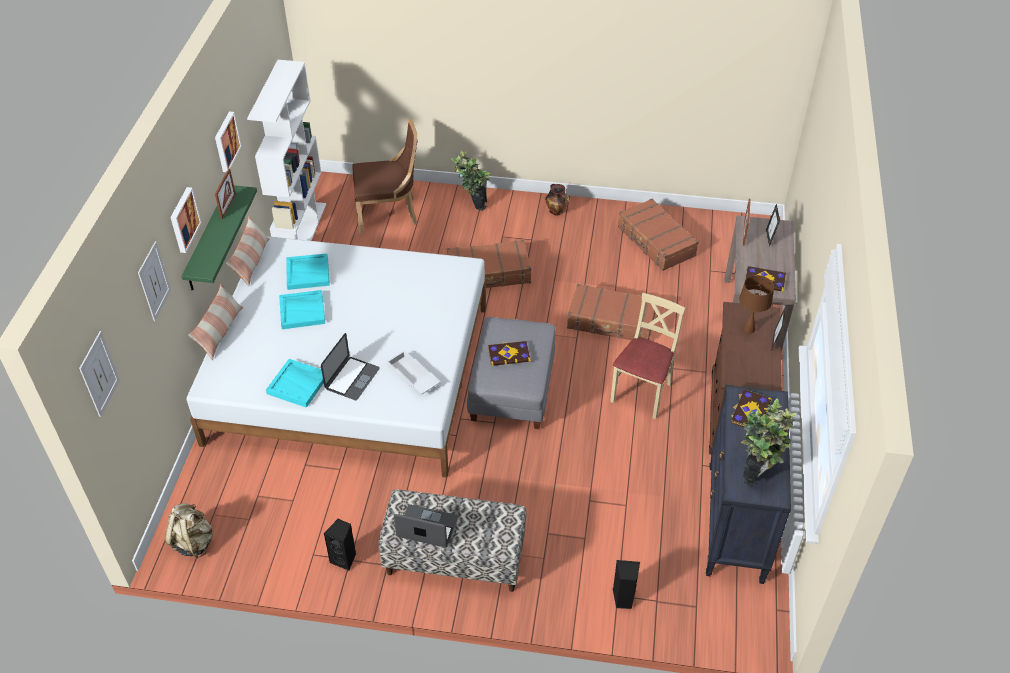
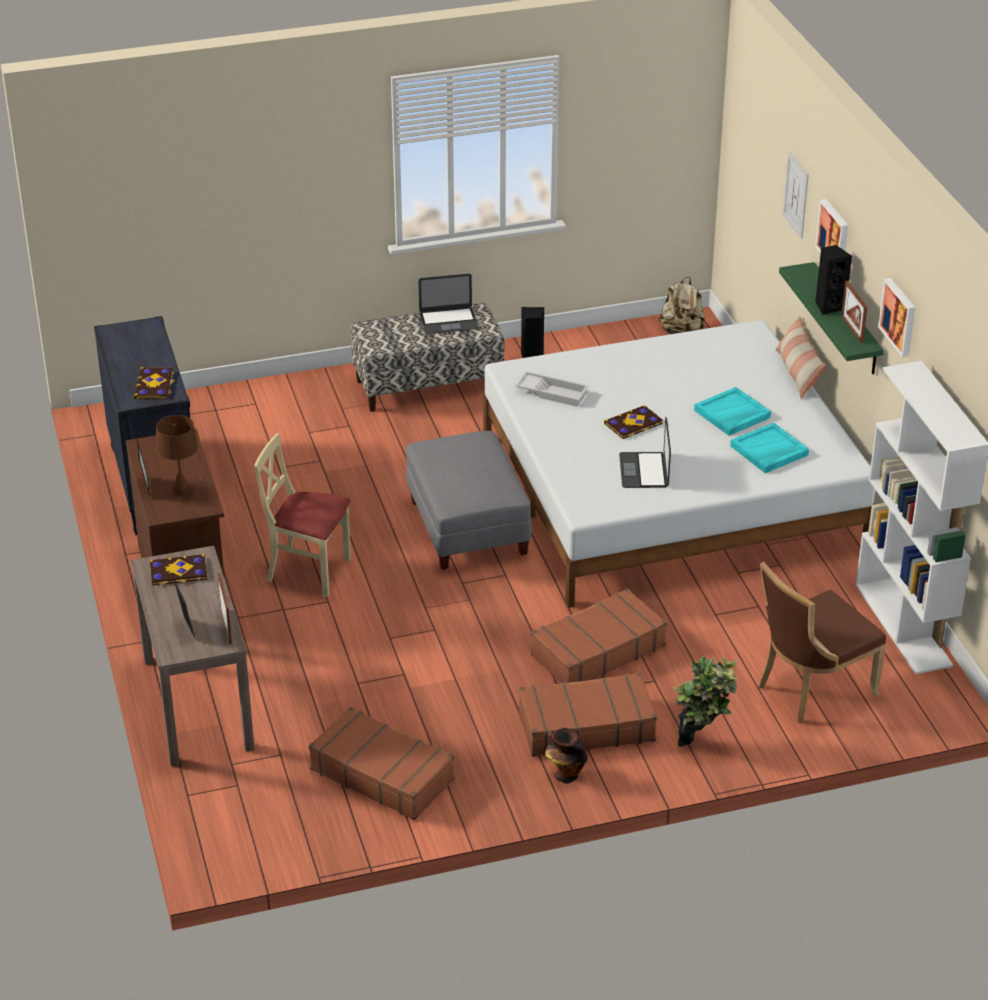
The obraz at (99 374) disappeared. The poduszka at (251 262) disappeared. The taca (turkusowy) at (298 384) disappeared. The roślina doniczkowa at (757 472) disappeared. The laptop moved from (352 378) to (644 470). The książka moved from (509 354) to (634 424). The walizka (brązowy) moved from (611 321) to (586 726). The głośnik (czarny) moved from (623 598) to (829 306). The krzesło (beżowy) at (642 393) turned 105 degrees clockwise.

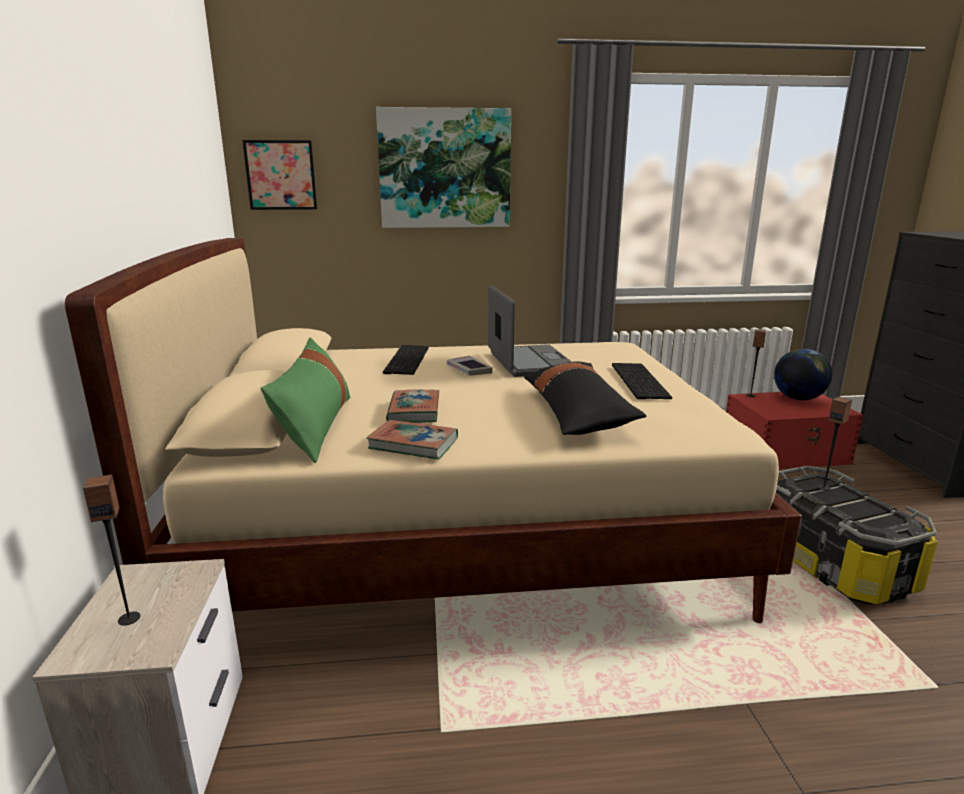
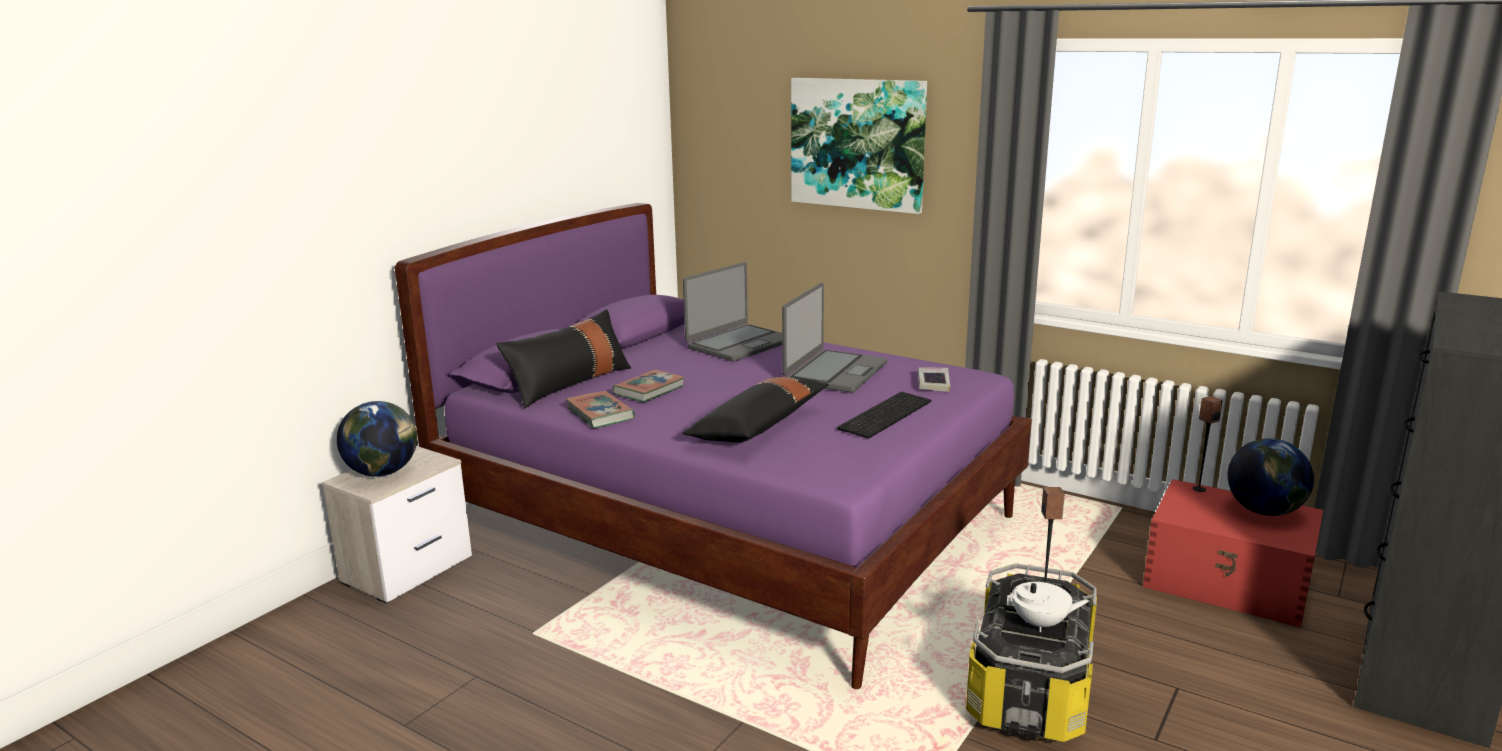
The obraz at (281 175) disappeared. The imbryk (biały) at (1040 623) appeared. The książka moved from (469 370) to (933 383). The głośnik at (129 618) was replaced by the globus at (383 472). The klawiatura at (405 359) was replaced by the laptop at (739 344). The łóżko (beżowy) at (460 530) became the łóżko (fioletowy) at (730 525). The poduszka (zielony) at (315 426) became the poduszka (czarny) at (570 384).

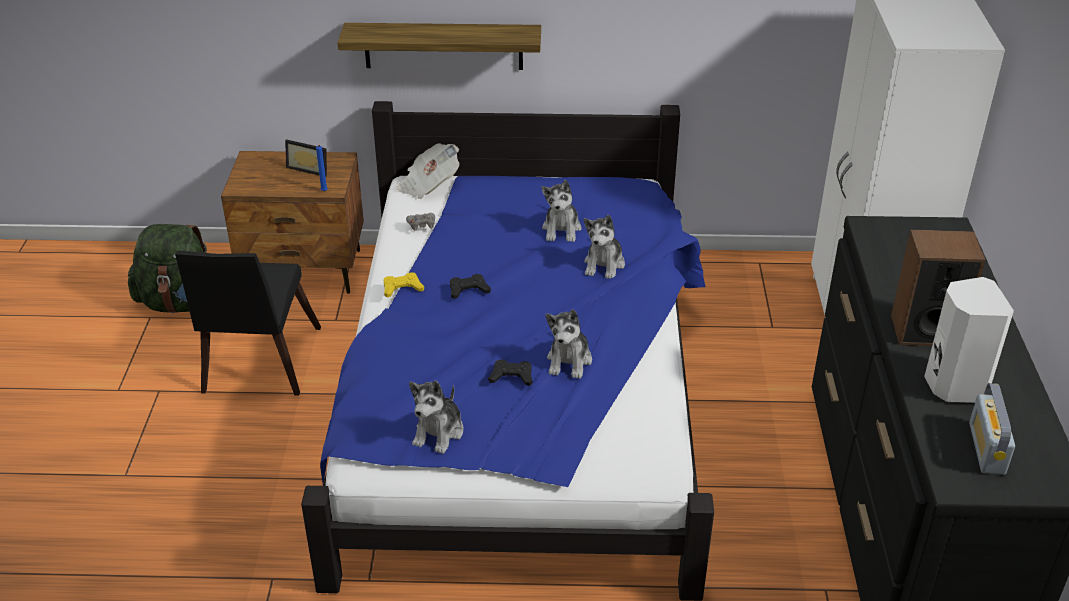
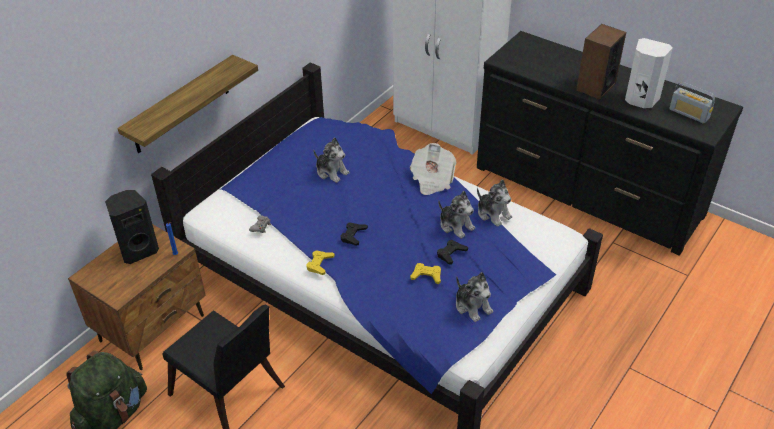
The pad do gier (żółty) at (426 275) appeared. The gazeta moved from (429 185) to (432 179). The pluszak moved from (604 264) to (493 214). The ramka na zdjęcie at (310 168) was replaced by the głośnik (czarny) at (138 250).

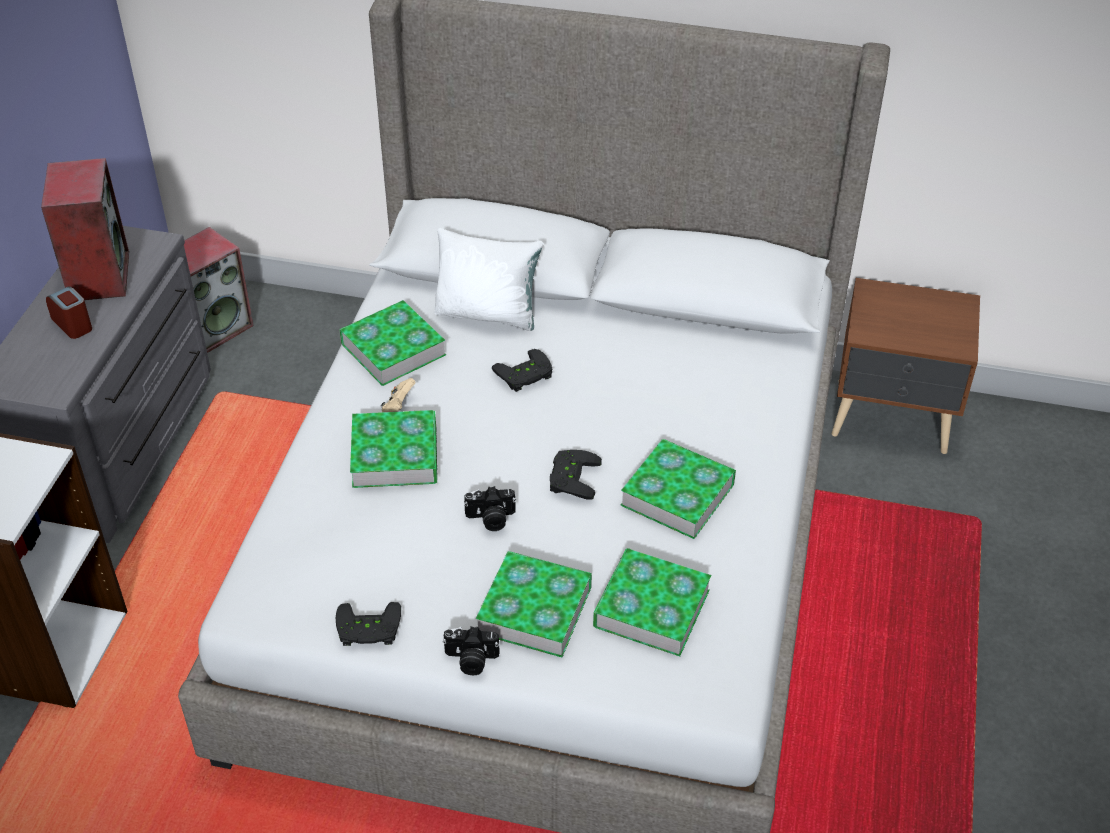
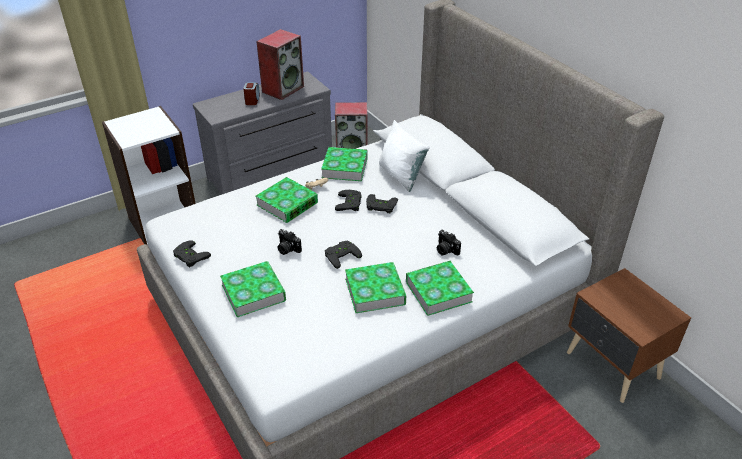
The pad do gier (czarny) at (350 203) appeared. The aparat fotograficzny moved from (471 660) to (445 250). The książka moved from (651 608) to (438 292).

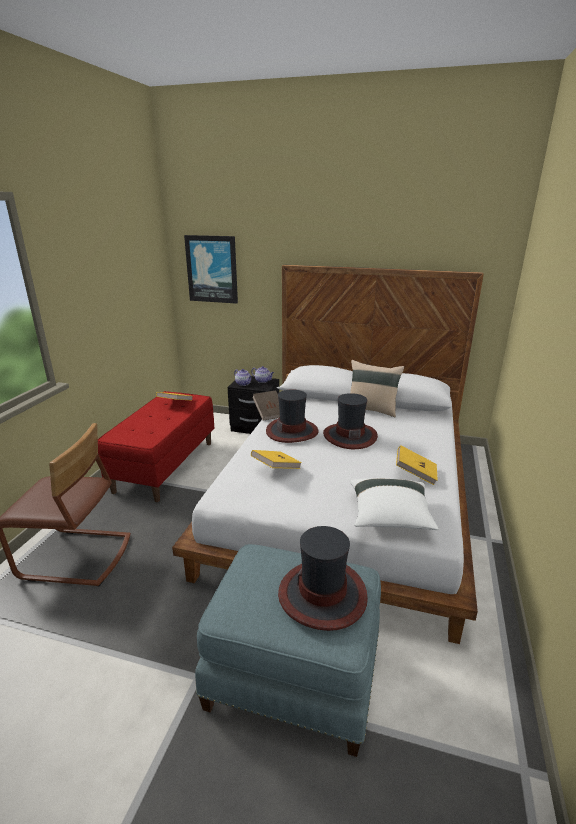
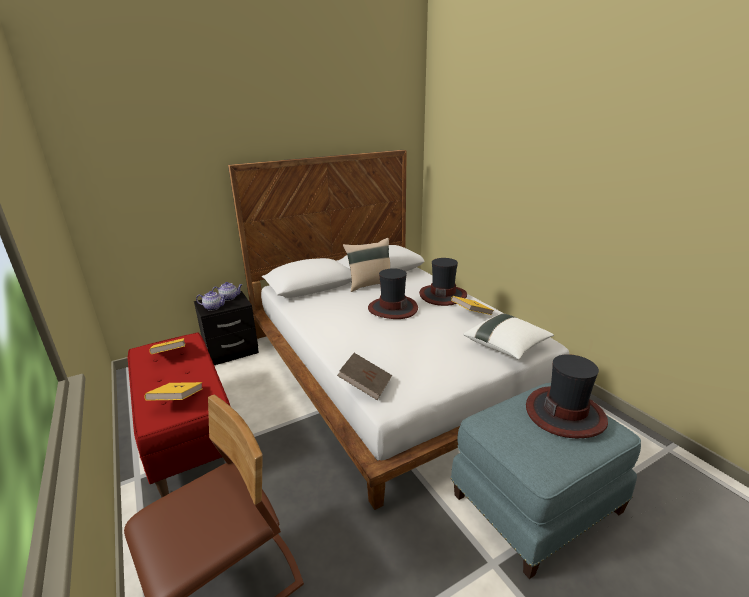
The obraz at (212 269) disappeared. The książka (żółty) moved from (276 469) to (177 401). The książka (brązowy) moved from (270 413) to (365 385). The kapelusz moved from (292 431) to (442 295).

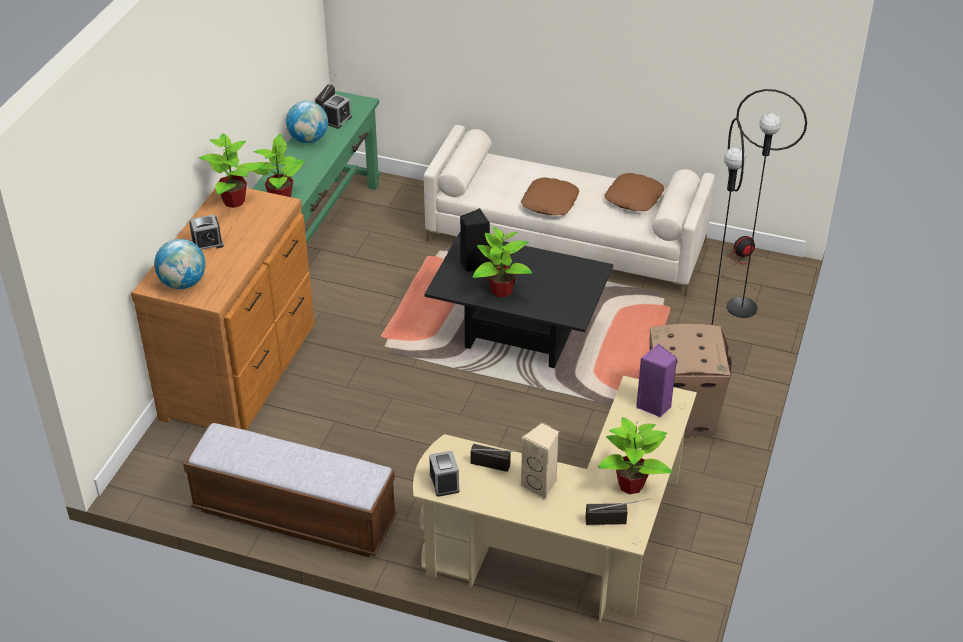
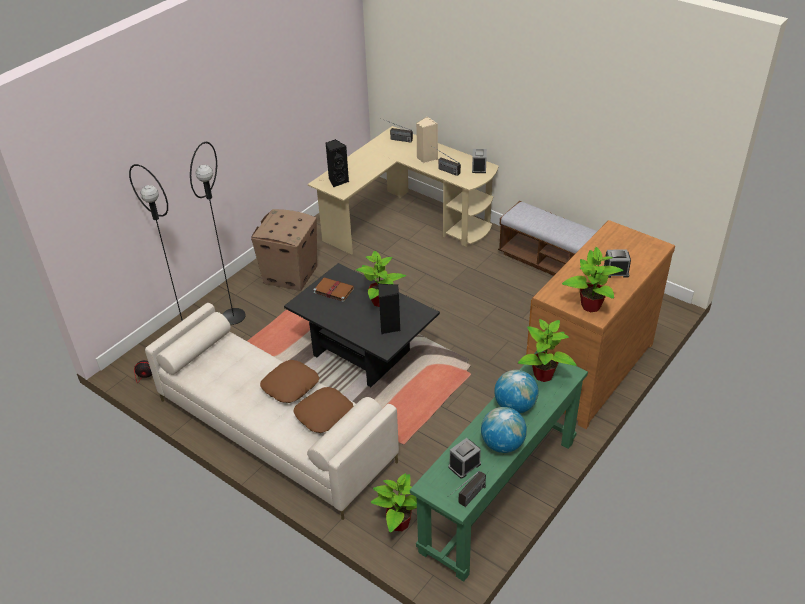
The książka (brązowy) at (333 290) appeared. The globus moved from (183 283) to (515 406). The roślina doniczkowa moved from (631 484) to (398 523). The poduszka (brązowy) moved from (634 198) to (324 414). The głośnik (fioletowy) at (654 406) became the głośnik (czarny) at (338 181).

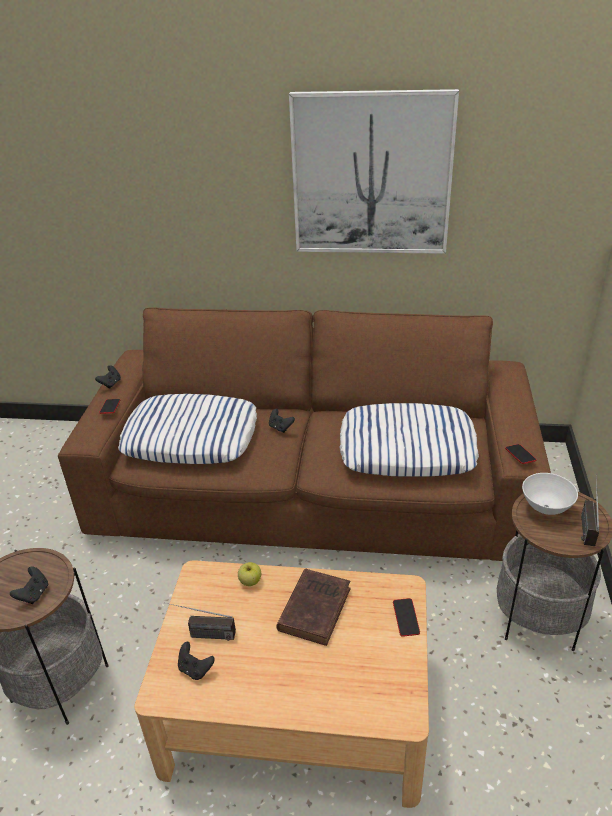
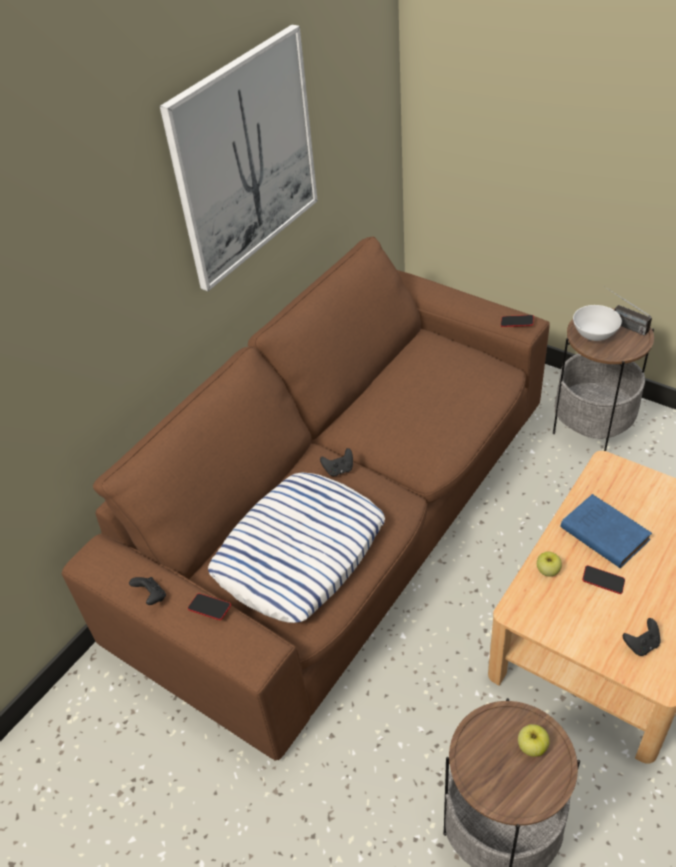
The radio at (201 634) disappeared. The poduszka at (407 448) disappeared. The telefon moved from (406 619) to (603 581). The pad do gier (czarny) at (34 594) was replaced by the jabłko at (532 746). The książka (brązowy) at (315 607) became the książka (niebieski) at (602 533).

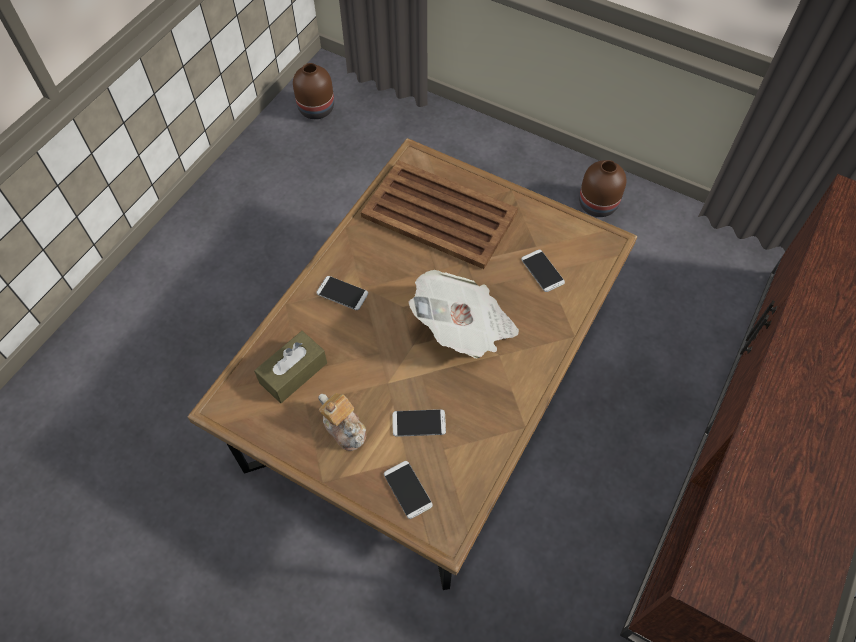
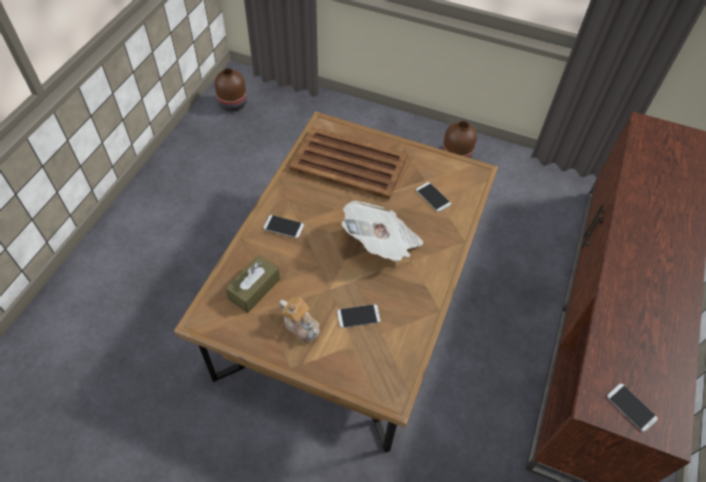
The telefon moved from (408 489) to (631 407).

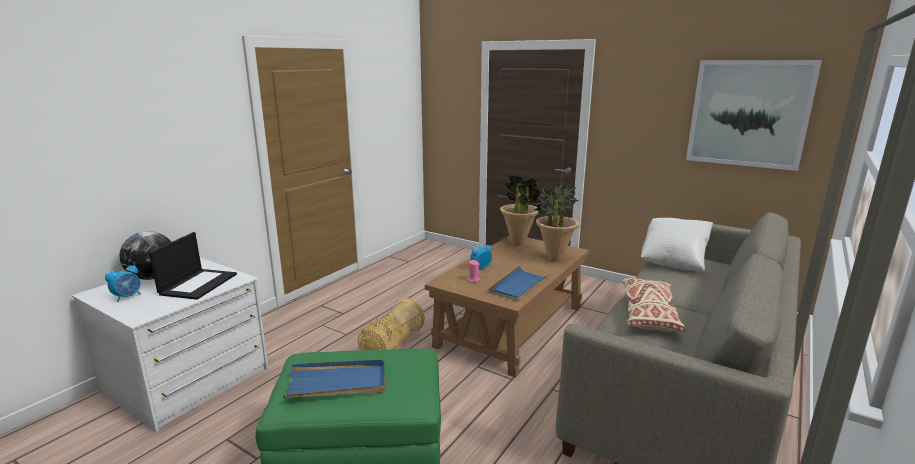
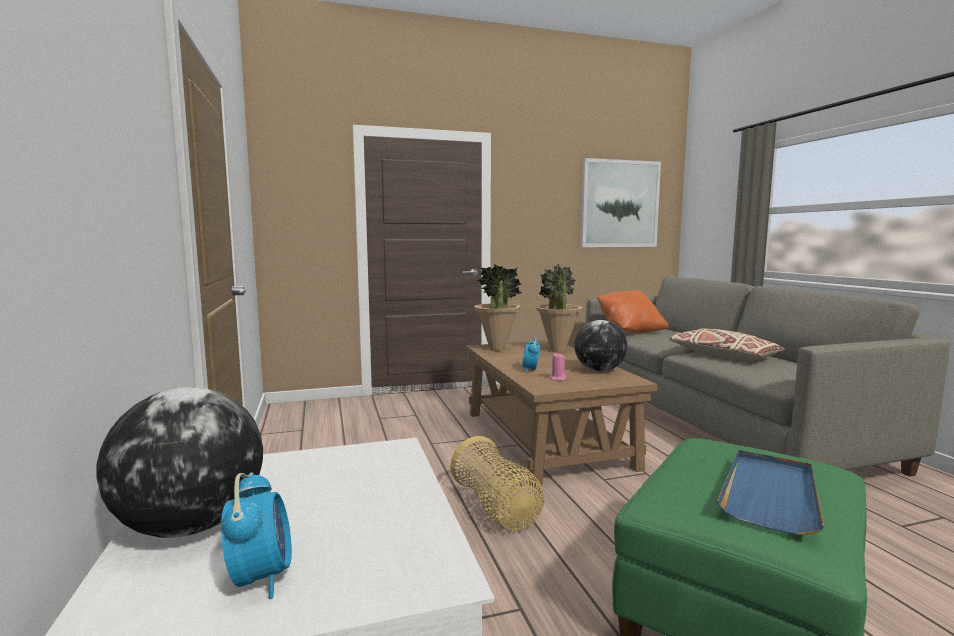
The laptop at (198 284) disappeared. The taca (niebieski) at (519 285) was replaced by the globus at (599 370). The poduszka (biały) at (673 262) became the poduszka (pomarańczowy) at (630 331).

